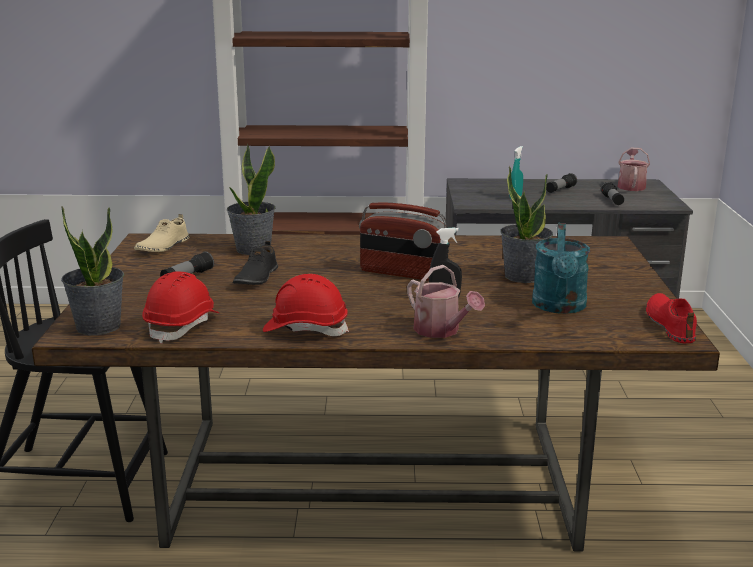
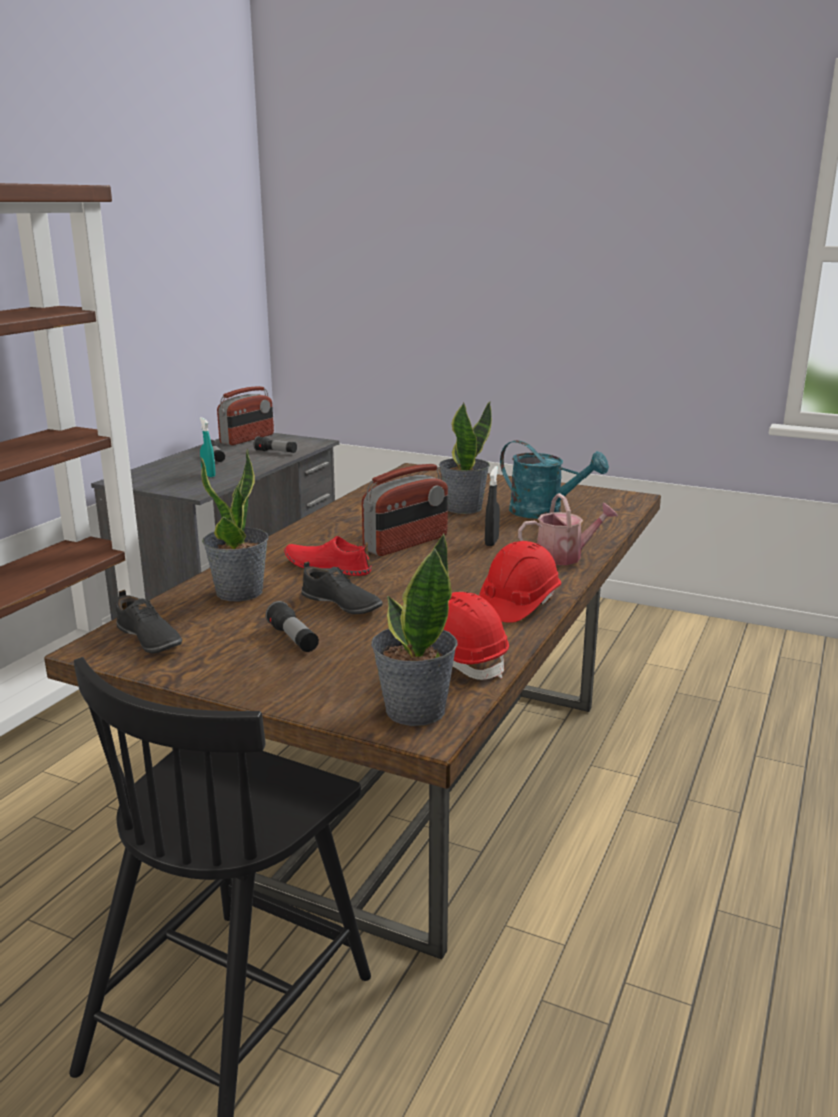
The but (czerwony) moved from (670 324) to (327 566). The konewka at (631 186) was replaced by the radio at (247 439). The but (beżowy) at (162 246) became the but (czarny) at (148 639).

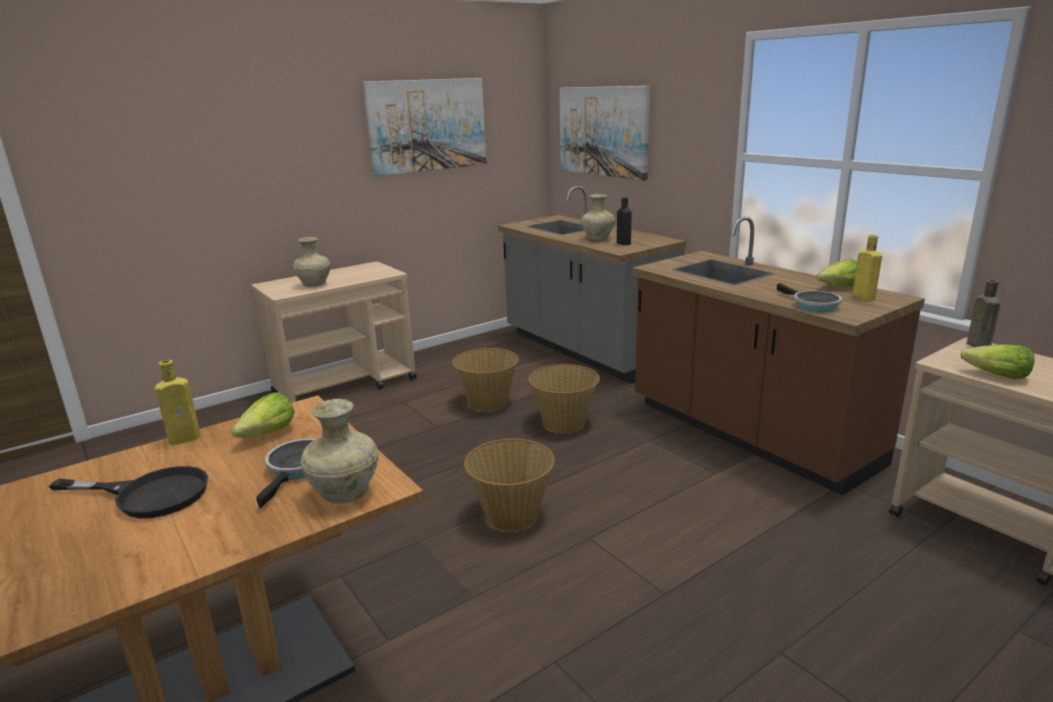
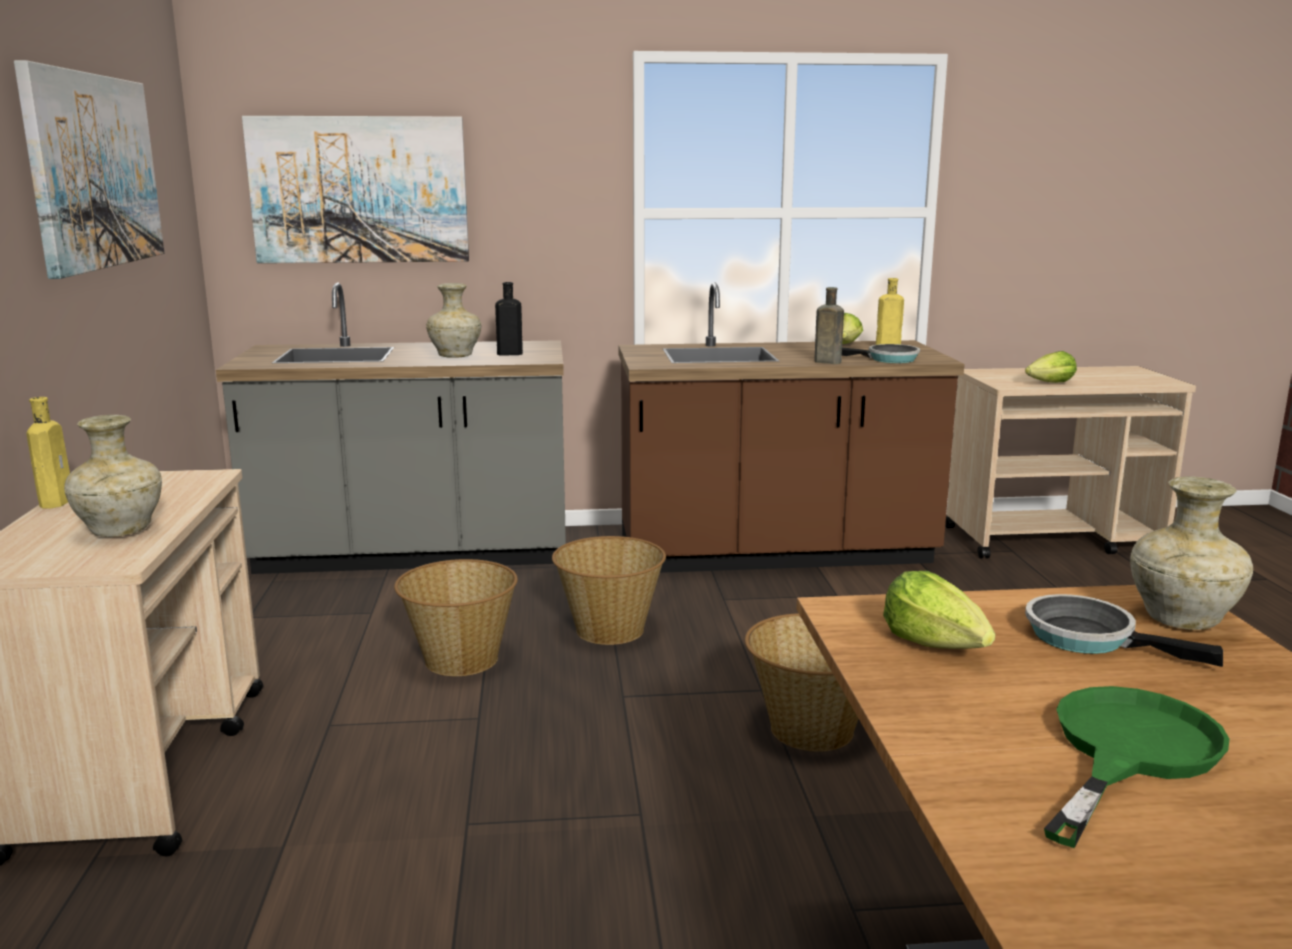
The butelka (żółty) moved from (187 438) to (58 501). The butelka (brązowy) moved from (977 345) to (825 362). The patelnia (czarny) at (149 494) became the patelnia (zielony) at (1127 752).

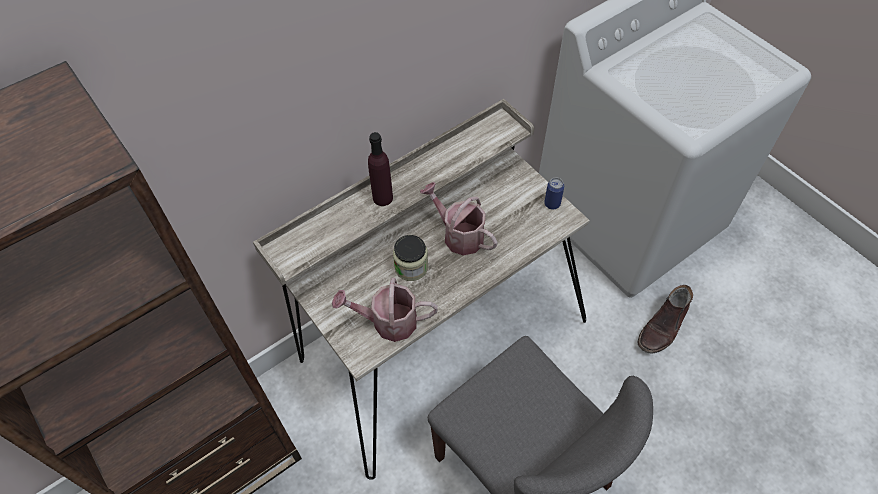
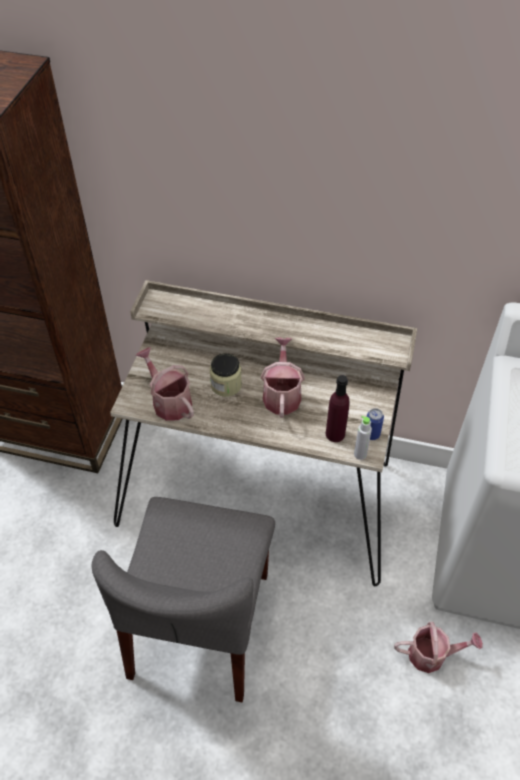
The butelka (szary) at (360 454) appeared. The butelka (fioletowy) moved from (382 198) to (335 434). The but z cholewką (brązowy) at (663 326) was replaced by the konewka at (432 654).

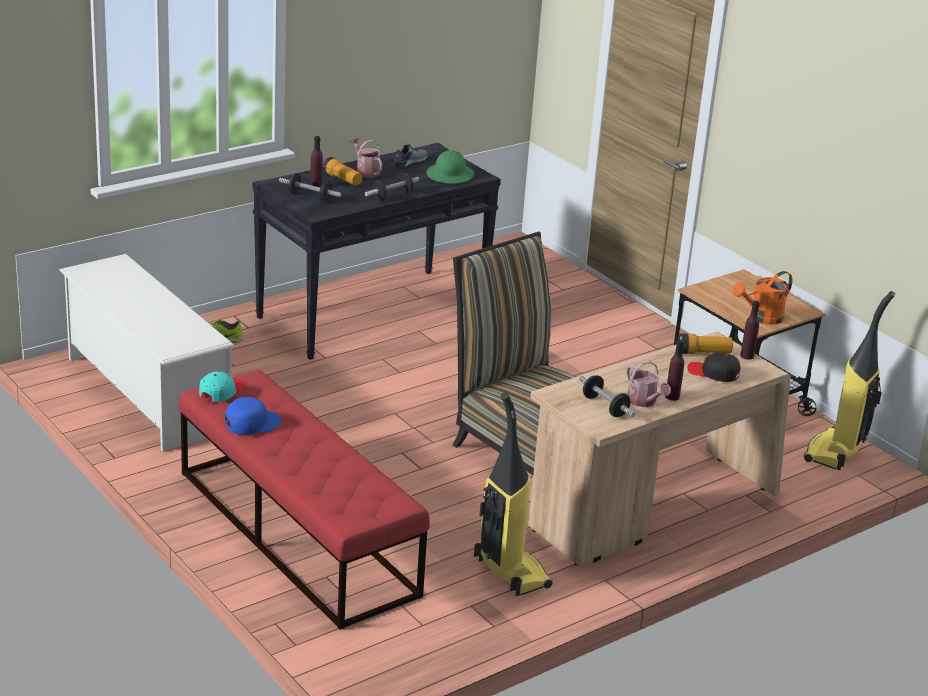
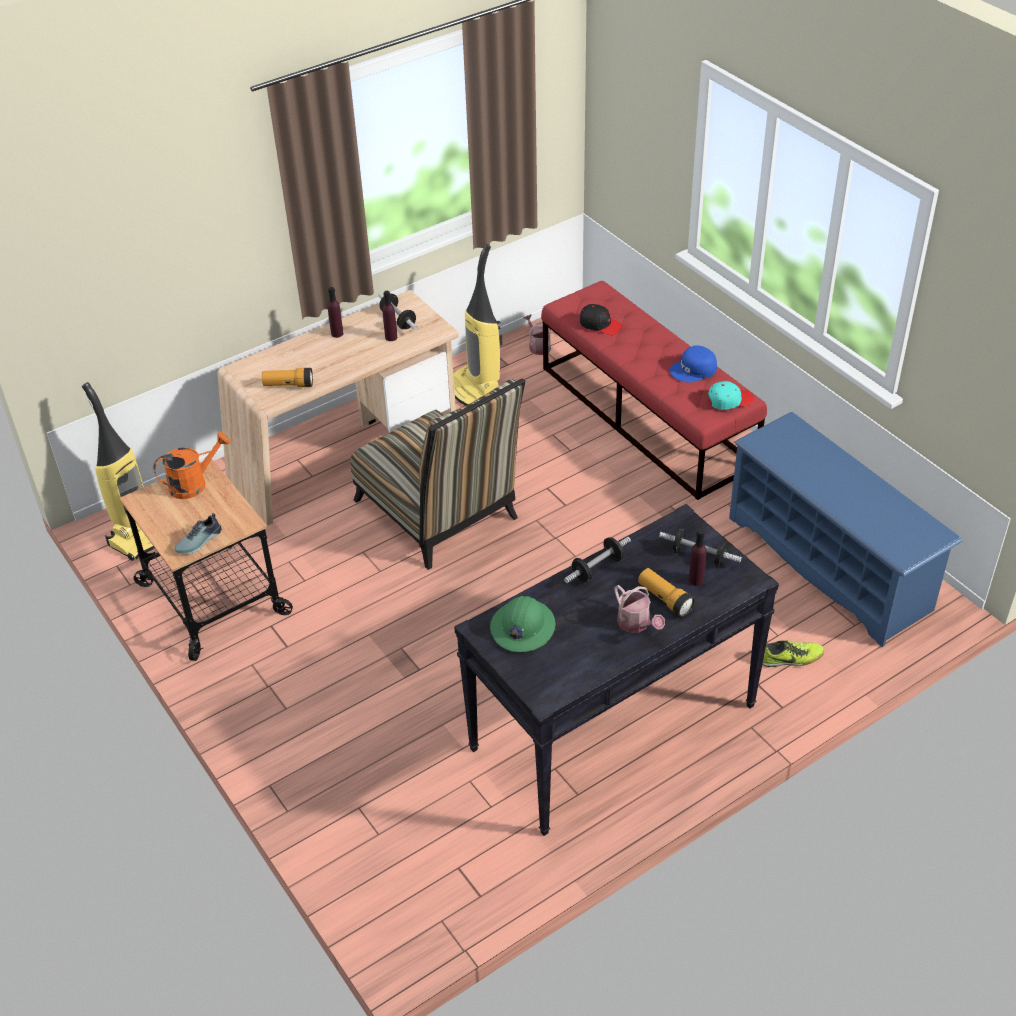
The but moved from (409 161) to (199 542). The konewka moved from (644 402) to (538 346). The czapka z daszkiem (czarny) moved from (713 373) to (600 324). The butelka (fioletowy) moved from (747 356) to (391 337). The regał na buty (biały) at (146 394) became the regał na buty (niebieski) at (830 563). The czapka z daszkiem (turkusowy) at (221 391) turned 135 degrees counterclockwise.

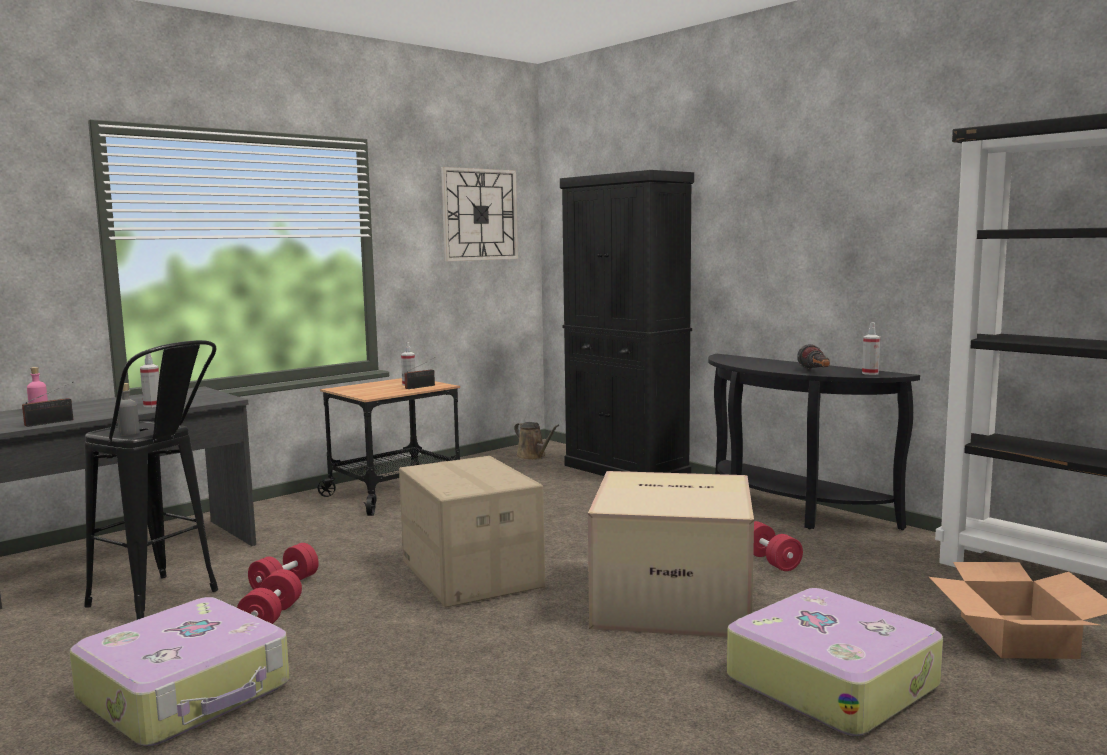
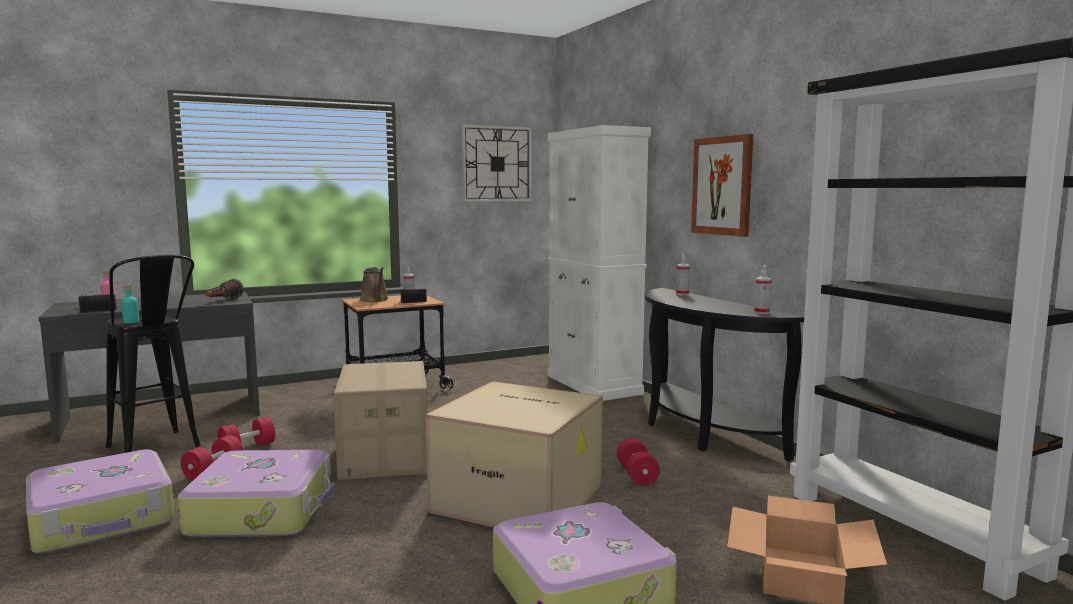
The walizka at (263 511) appeared. The obraz at (722 186) appeared. The spryskiwacz moved from (152 405) to (682 294). The konewka (brązowy) moved from (533 456) to (375 300). The latarka moved from (816 372) to (223 301). The butelka (szary) at (129 433) became the butelka (turkusowy) at (131 322). The szafka (czarny) at (626 471) became the szafka (biały) at (593 385).

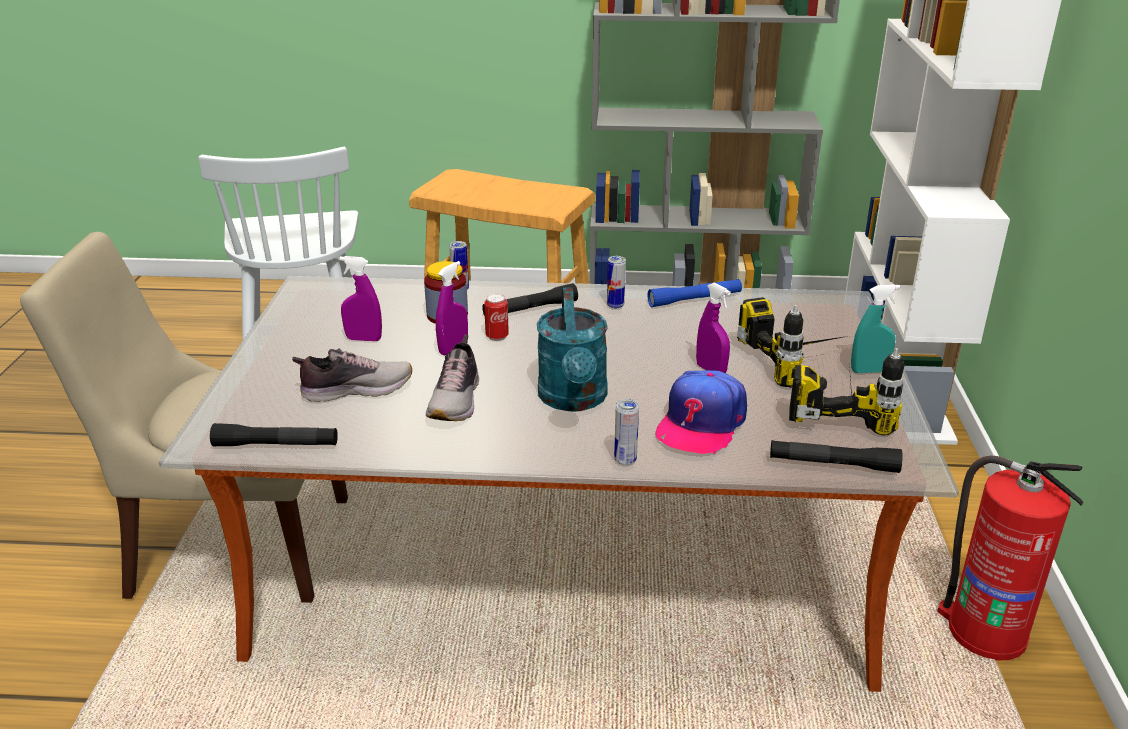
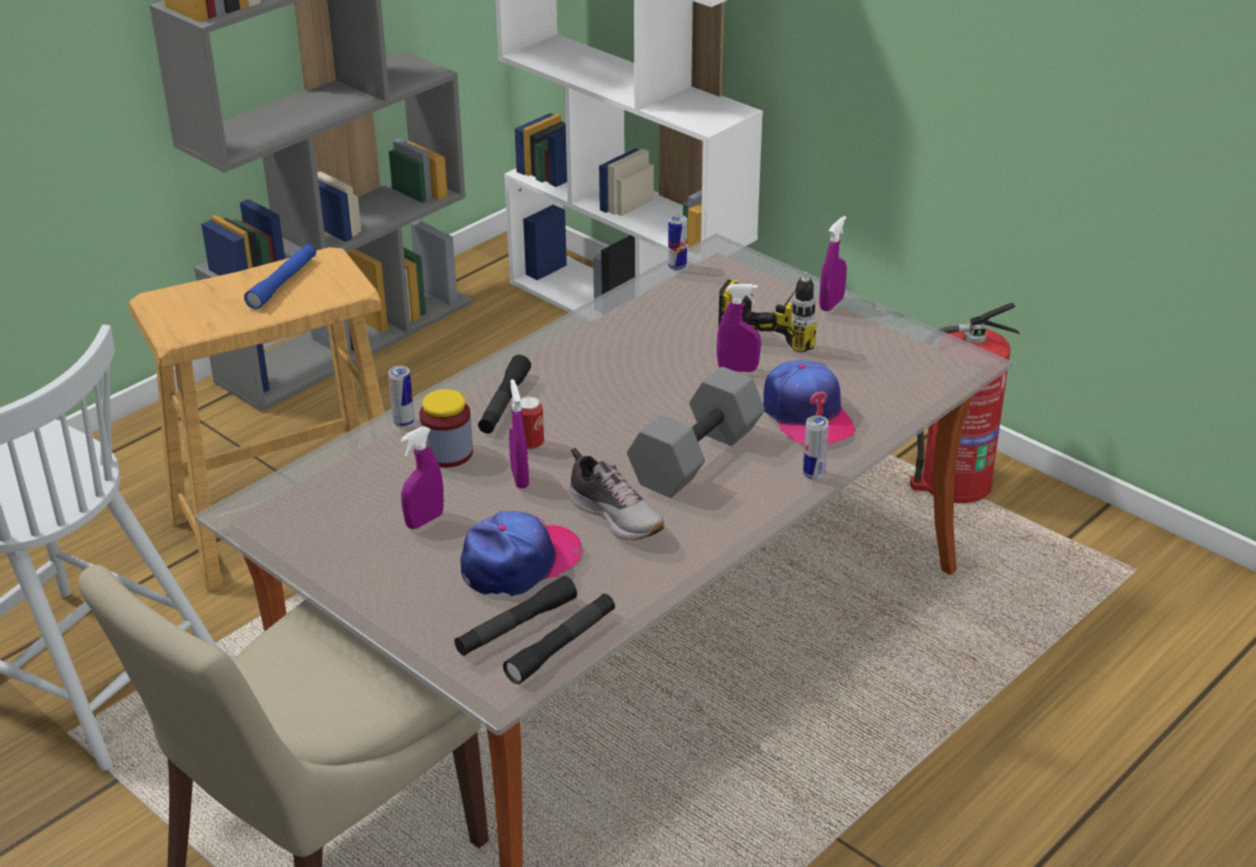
The wiertarka at (840 407) disappeared. The puszka moved from (615 306) to (677 267). The latarka (niebieski) moved from (694 299) to (283 283). The latarka (czarny) moved from (833 464) to (516 626). The but at (356 389) was replaced by the czapka z daszkiem at (520 563). The konewka (turkusowy) at (574 400) was replaced by the hantel (szary) at (695 455). The spryskiwacz (turkusowy) at (869 371) became the spryskiwacz (fioletowy) at (831 304).

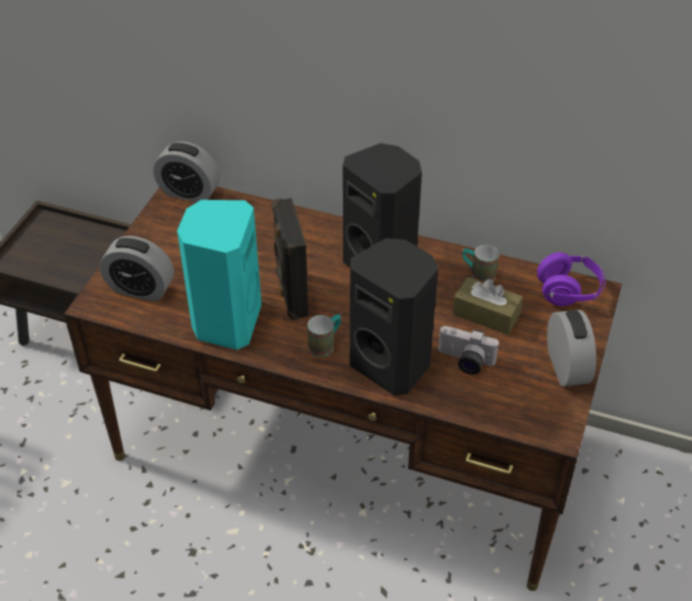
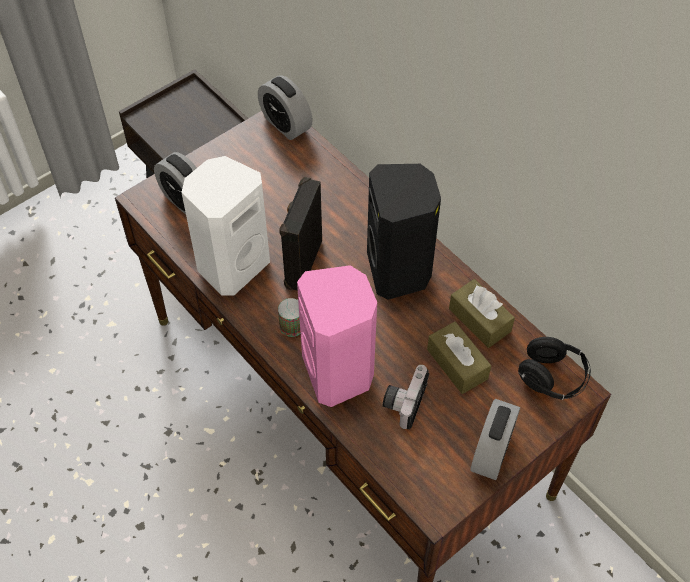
The kubek at (478 274) was replaced by the pudełko chusteczek (brązowy) at (479 320). The głośnik (turkusowy) at (226 322) became the głośnik (biały) at (231 265). The głośnik (czarny) at (392 364) became the głośnik (różowy) at (339 372). The słuchawki (fioletowy) at (569 291) became the słuchawki (czarny) at (552 378). The aparat fotograficzny at (464 362) turned 60 degrees clockwise.

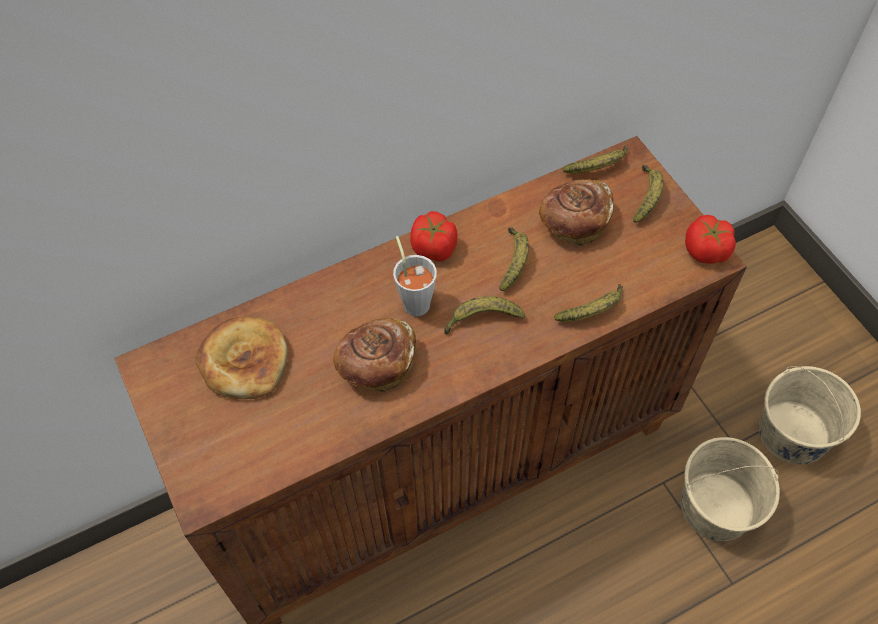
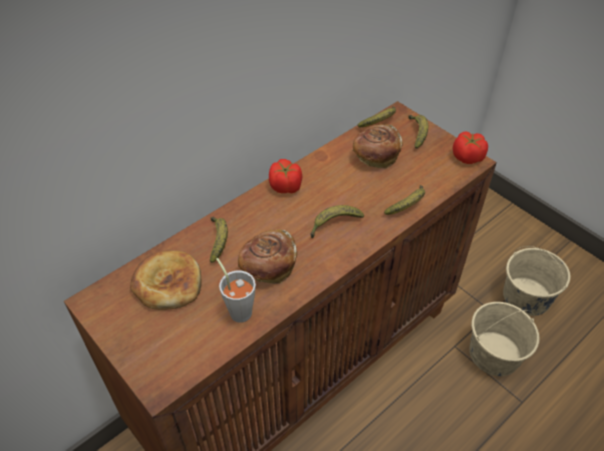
The filiżanka (szary) moved from (415 300) to (238 309). The banan moved from (514 262) to (219 241).

